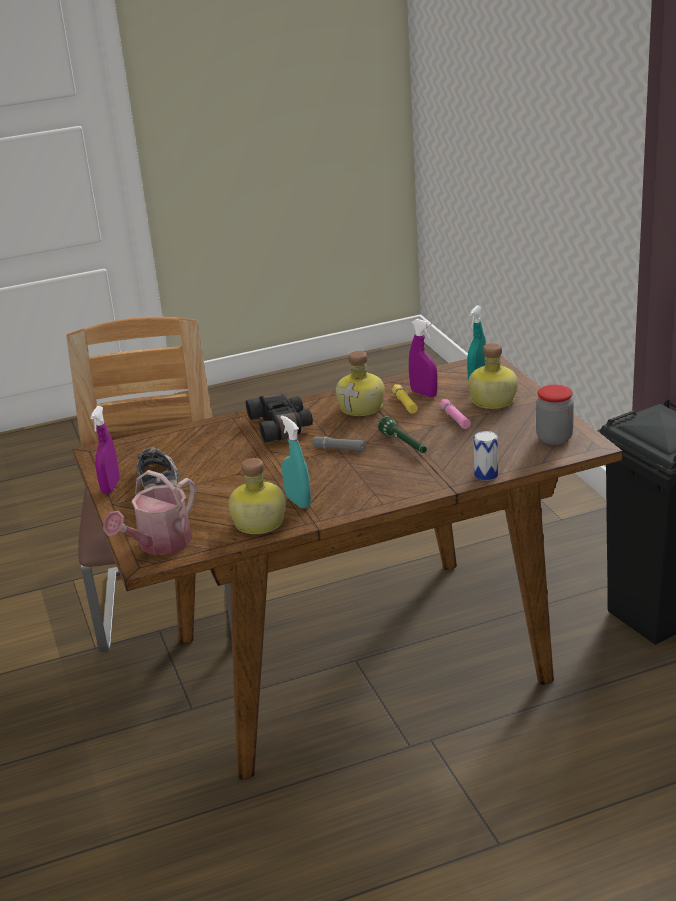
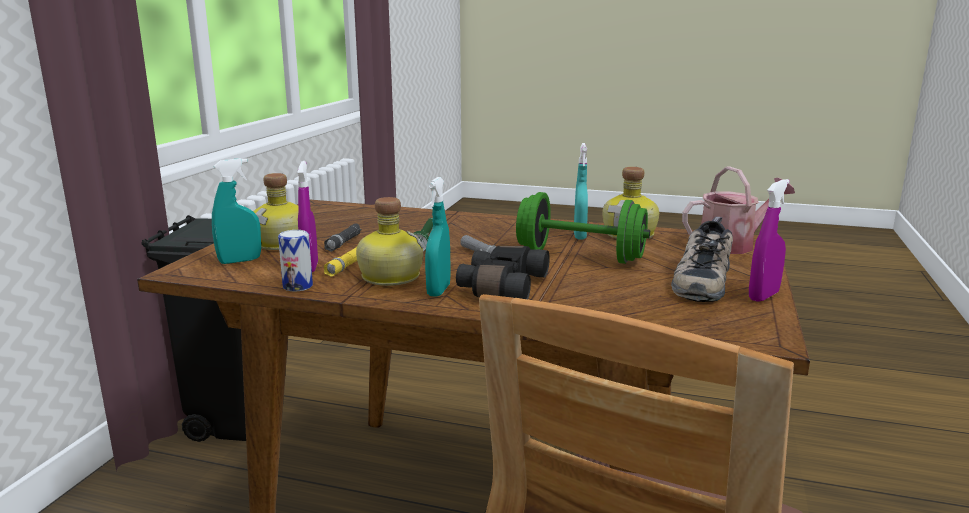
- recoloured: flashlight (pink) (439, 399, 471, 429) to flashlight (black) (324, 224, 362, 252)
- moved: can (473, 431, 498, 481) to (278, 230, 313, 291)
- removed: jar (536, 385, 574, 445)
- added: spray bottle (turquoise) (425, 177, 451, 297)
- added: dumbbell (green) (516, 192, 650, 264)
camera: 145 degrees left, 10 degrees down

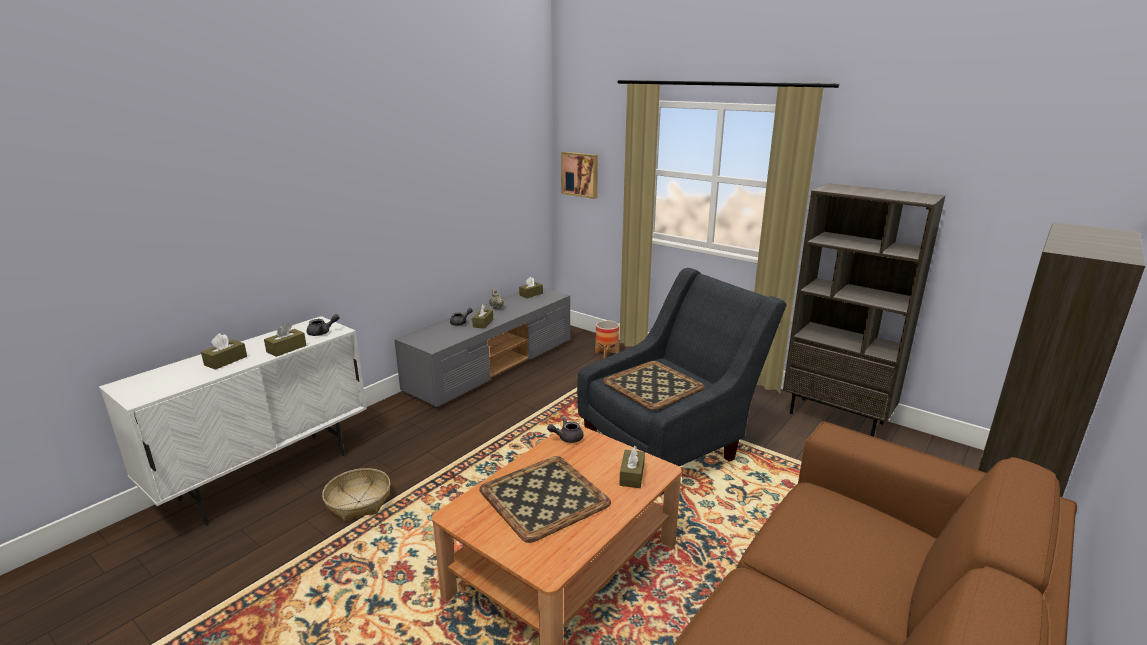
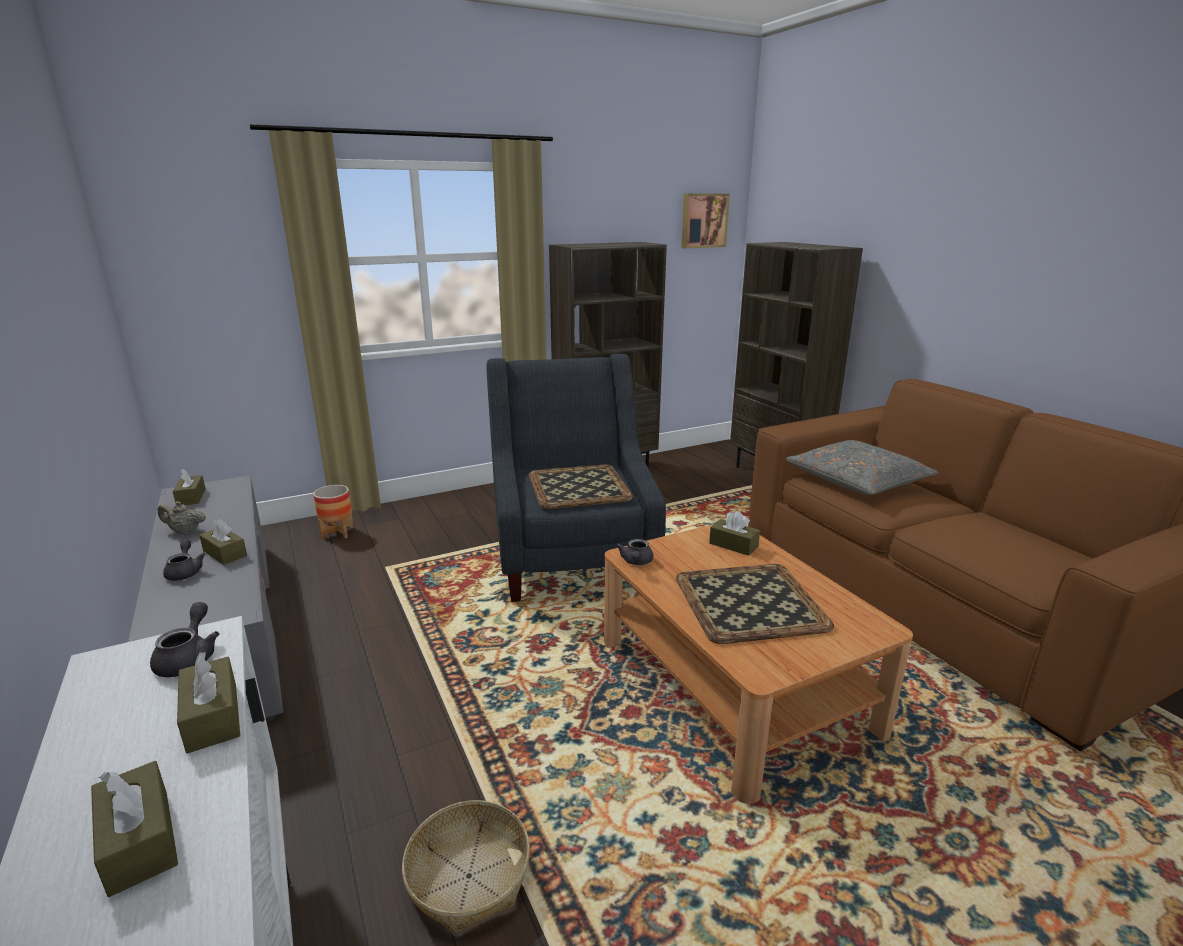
- moved: picture (561, 152, 598, 199) to (681, 194, 730, 248)
- added: pillow (grey) (785, 440, 939, 495)
camera: 65 degrees left, 0 degrees up

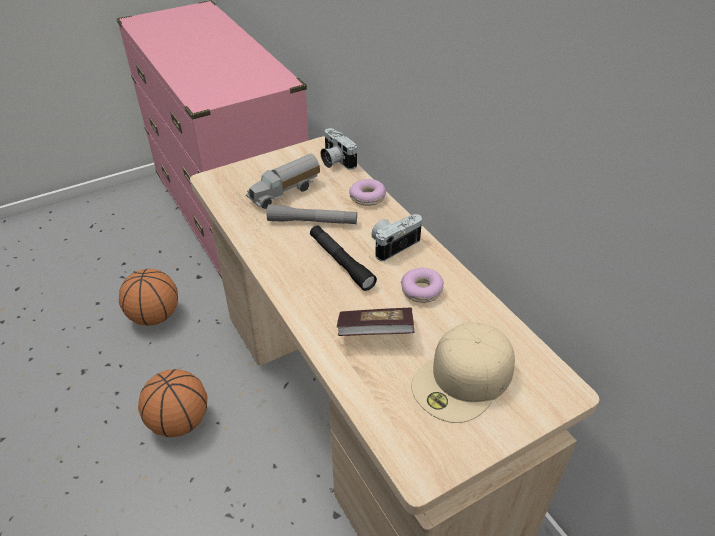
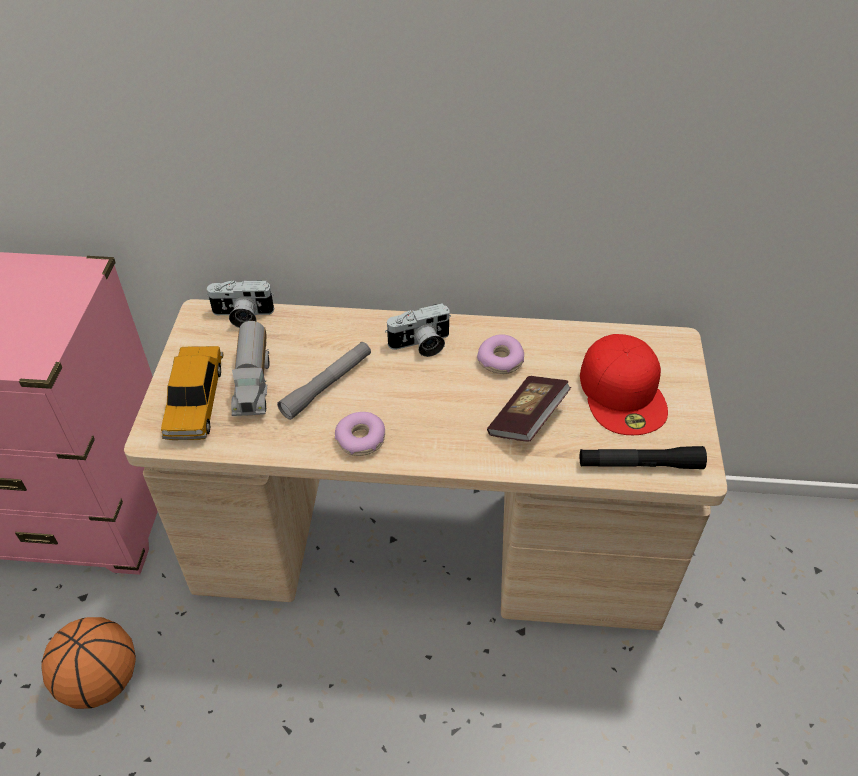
- removed: basketball (138, 369, 207, 437)
- moved: flashlight (black) (310, 226, 377, 291) to (580, 446, 707, 469)
- moved: donut (349, 179, 386, 206) to (335, 412, 385, 456)
- turned: photo camera (372, 214, 422, 261) = (385, 303, 451, 357) 105 degrees counterclockwise
- recoloured: cap (beige) (411, 322, 515, 423) to cap (red) (580, 334, 668, 435)
- added: toy car (161, 346, 224, 440)
camera: 55 degrees left, 5 degrees up

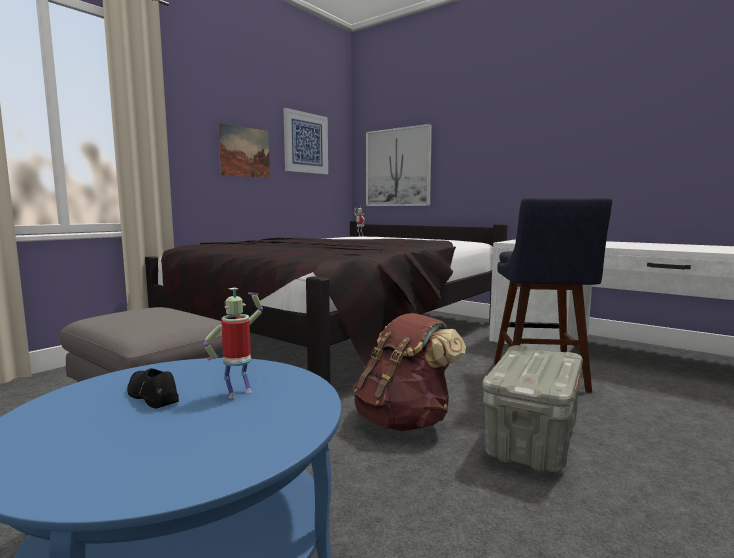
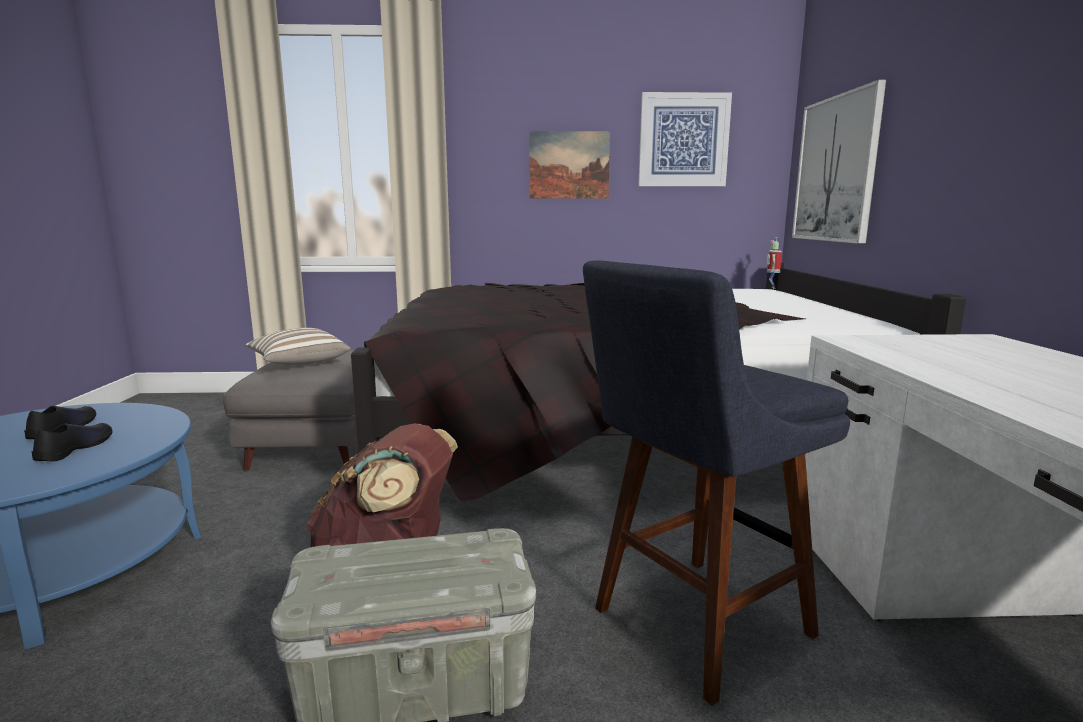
- replaced: toy robot (203, 288, 263, 398) to shoe (black) (32, 423, 112, 462)
- added: pillow (245, 328, 351, 365)
camera: 50 degrees right, 5 degrees up

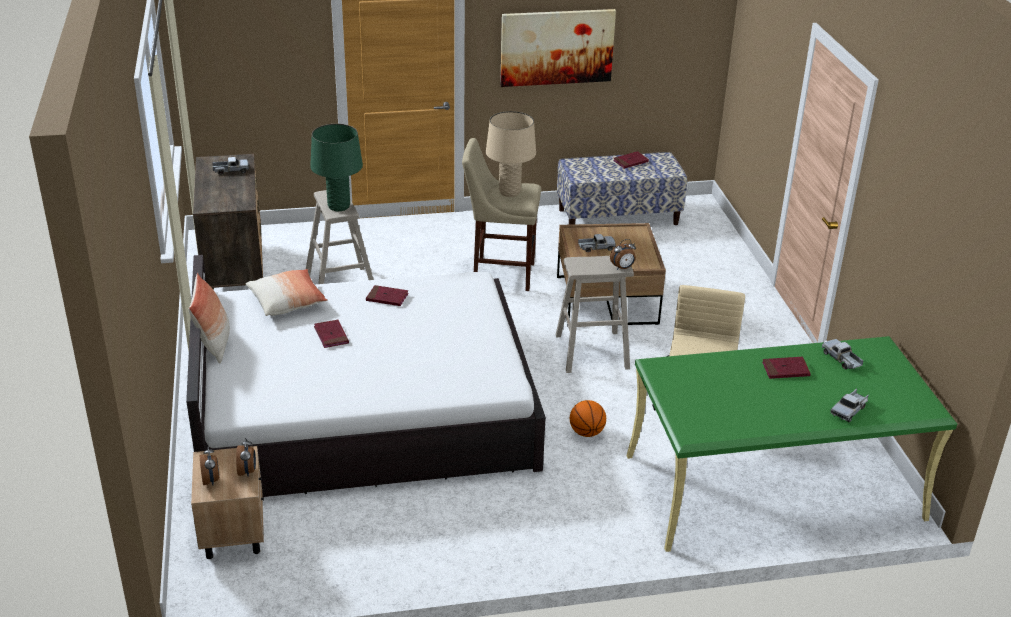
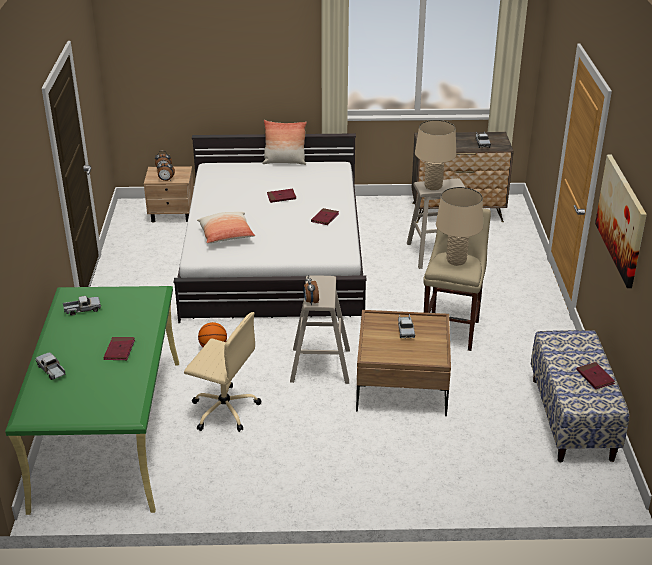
- moved: pillow (246, 269, 327, 316) to (197, 212, 255, 243)
- recoloured: table lamp (green) (310, 124, 363, 211) to table lamp (beige) (415, 120, 456, 190)
- moved: toy truck (822, 339, 863, 370) to (63, 296, 101, 316)
camera: 100 degrees right, 0 degrees up

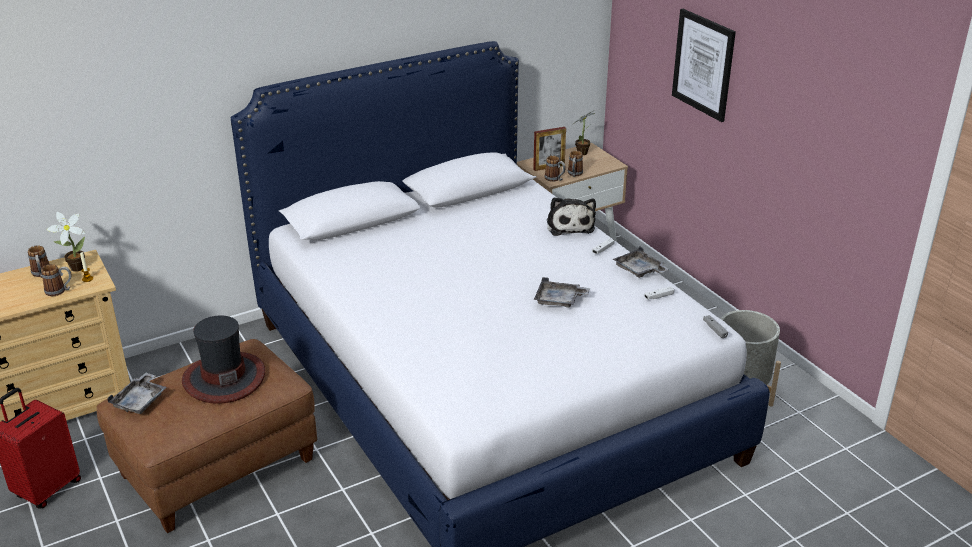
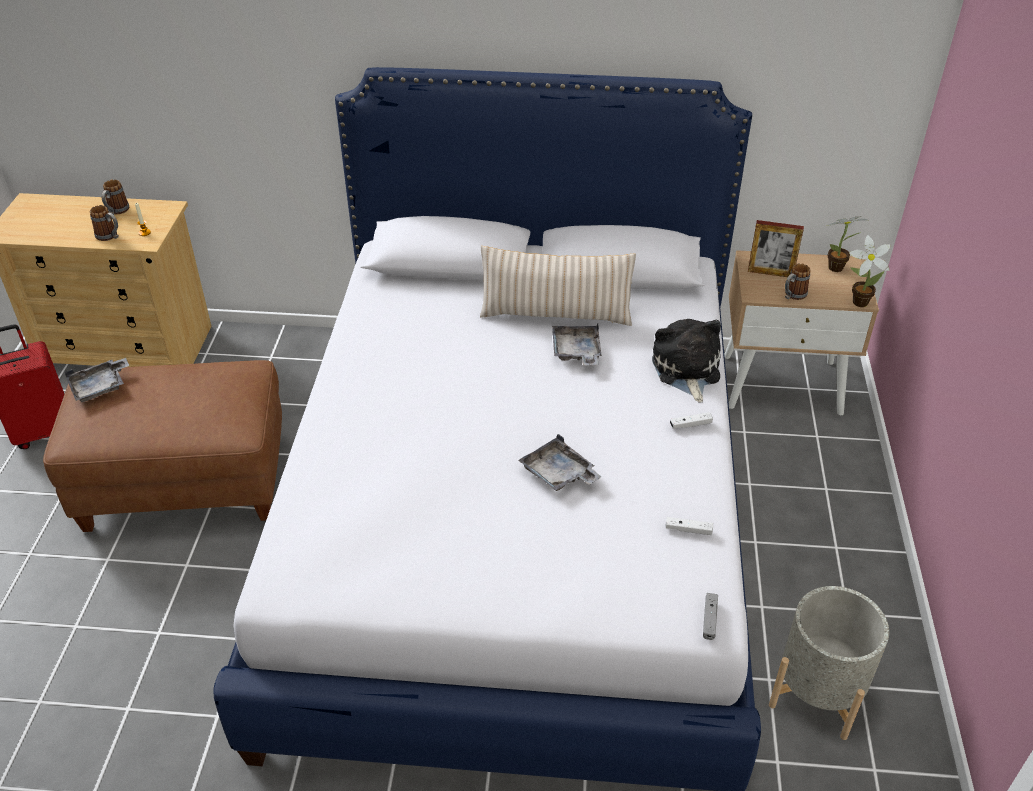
- moved: potted plant (47, 212, 85, 272) to (849, 235, 891, 307)
- removed: hat (182, 315, 265, 404)
- removed: mug (544, 156, 566, 182)
- turned: plush toy (547, 197, 596, 236) = (652, 319, 721, 402) 150 degrees clockwise
- moved: tray (grey) (613, 246, 669, 278) to (552, 323, 602, 365)
- removed: picture (672, 9, 736, 122)
- added: pillow (beige) (480, 246, 636, 326)
camera: 35 degrees right, 10 degrees up

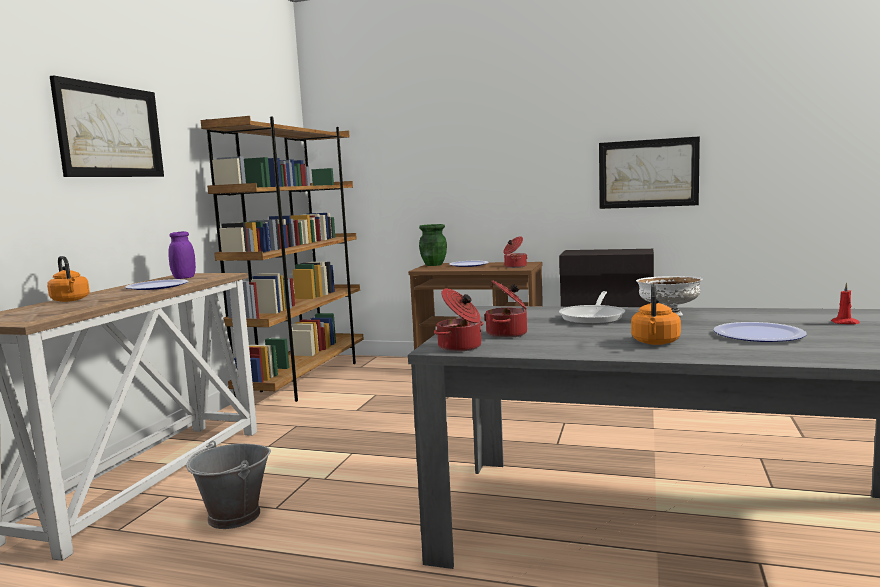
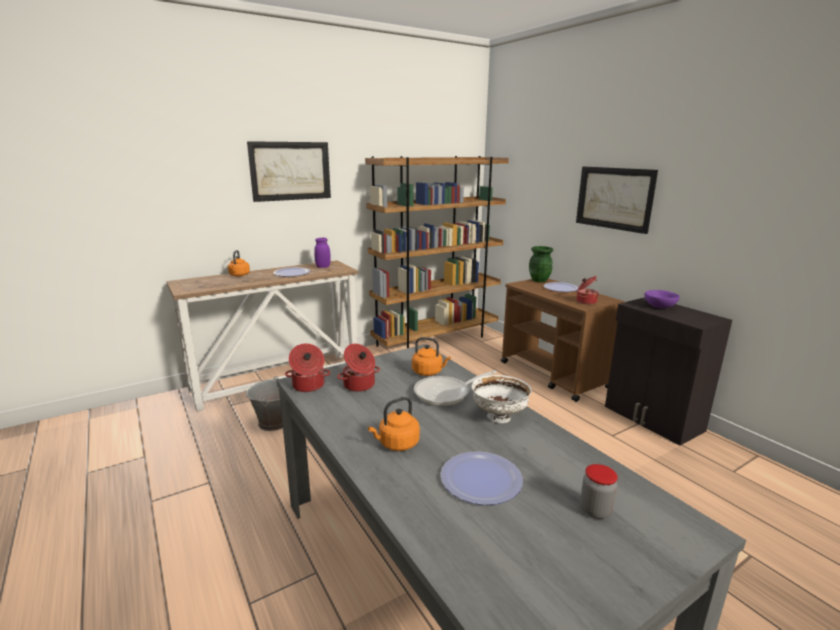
- moved: picture (599, 136, 700, 209) to (576, 167, 658, 234)
- replaced: candle (red) (831, 283, 860, 324) to jar (580, 464, 618, 519)
- added: kettle (orange) (412, 337, 450, 376)
- added: bowl (purple) (644, 290, 680, 308)
camera: 40 degrees right, 10 degrees up

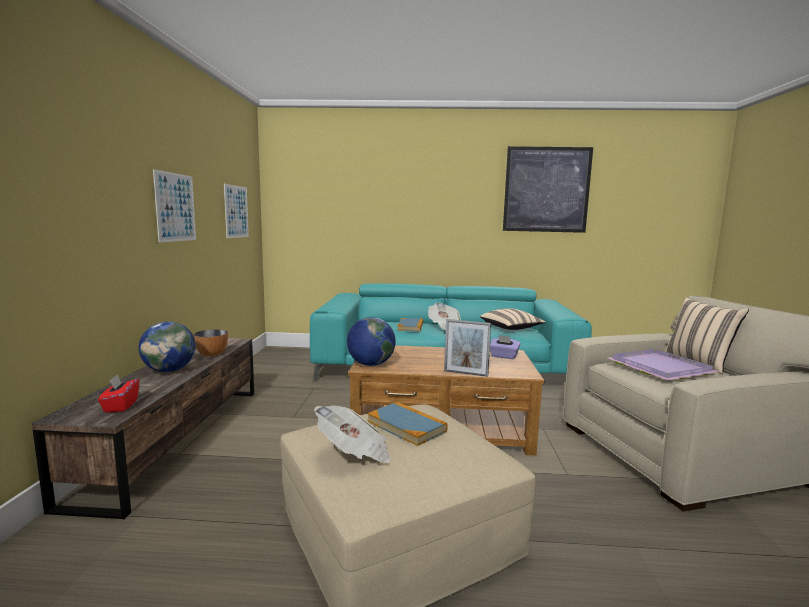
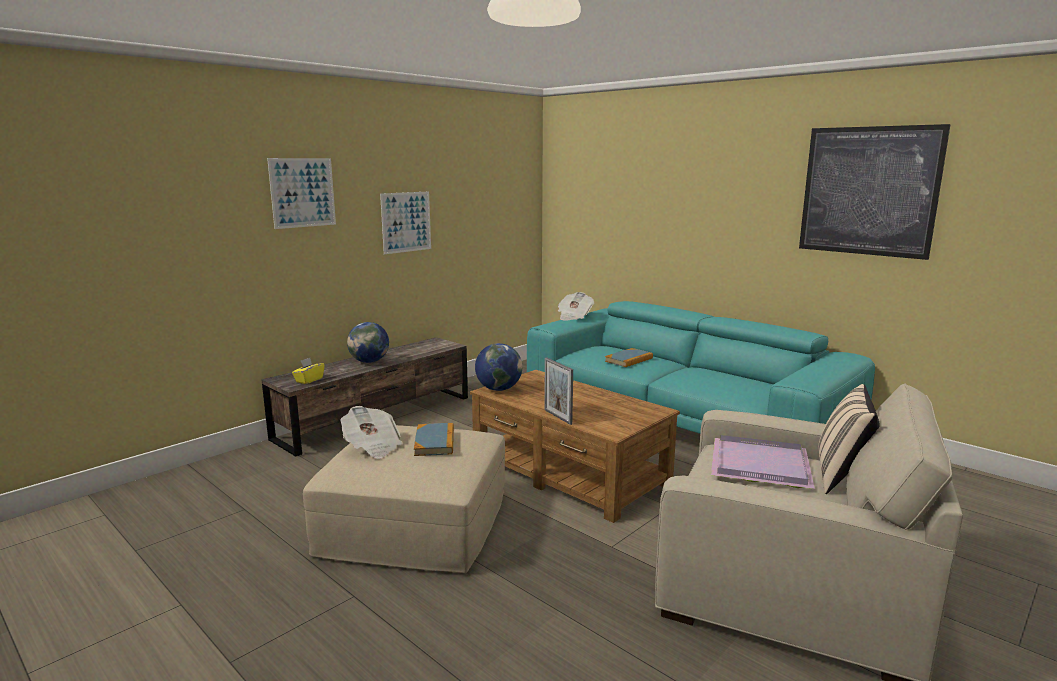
- recoloured: tissue box (red) (98, 374, 139, 413) to tissue box (yellow) (292, 358, 324, 384)
- removed: bowl (193, 329, 228, 357)
- moved: picture (224, 184, 249, 238) to (267, 158, 336, 229)
- moved: newspaper (428, 303, 461, 330) to (558, 292, 594, 321)
- removed: pillow (beige) (480, 308, 546, 330)
- removed: tissue box (purple) (490, 335, 521, 359)
camera: 40 degrees right, 5 degrees up

